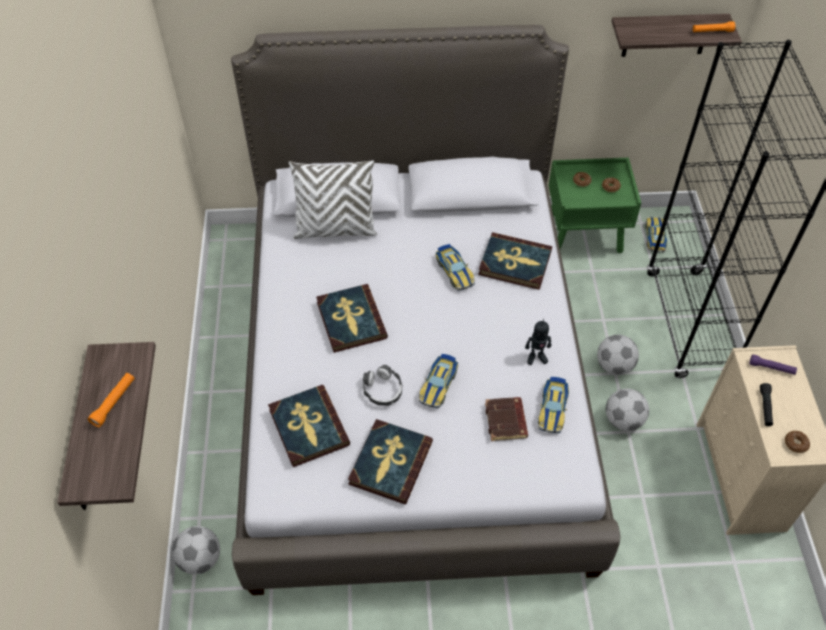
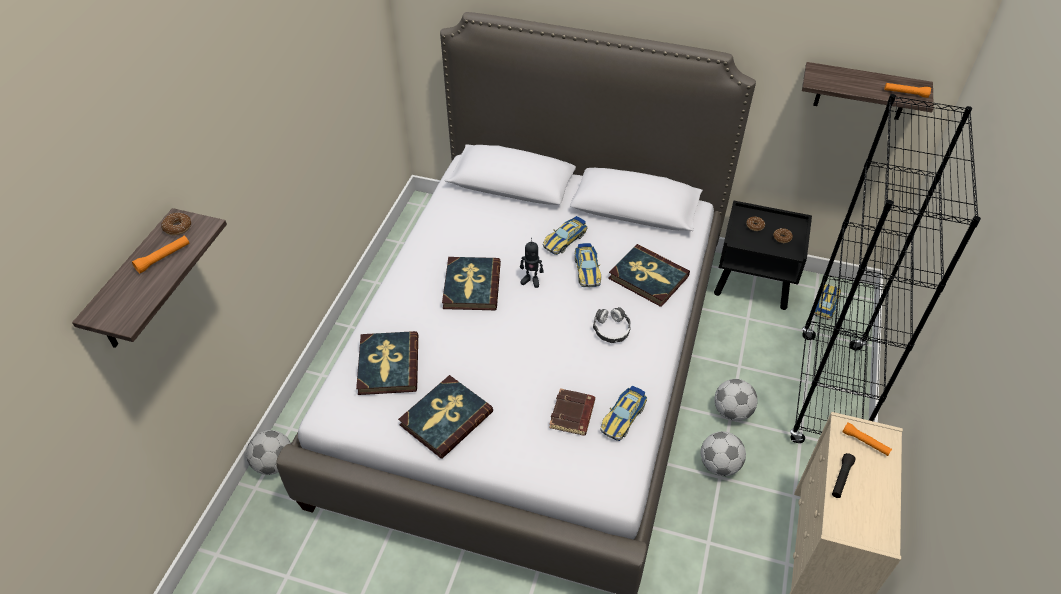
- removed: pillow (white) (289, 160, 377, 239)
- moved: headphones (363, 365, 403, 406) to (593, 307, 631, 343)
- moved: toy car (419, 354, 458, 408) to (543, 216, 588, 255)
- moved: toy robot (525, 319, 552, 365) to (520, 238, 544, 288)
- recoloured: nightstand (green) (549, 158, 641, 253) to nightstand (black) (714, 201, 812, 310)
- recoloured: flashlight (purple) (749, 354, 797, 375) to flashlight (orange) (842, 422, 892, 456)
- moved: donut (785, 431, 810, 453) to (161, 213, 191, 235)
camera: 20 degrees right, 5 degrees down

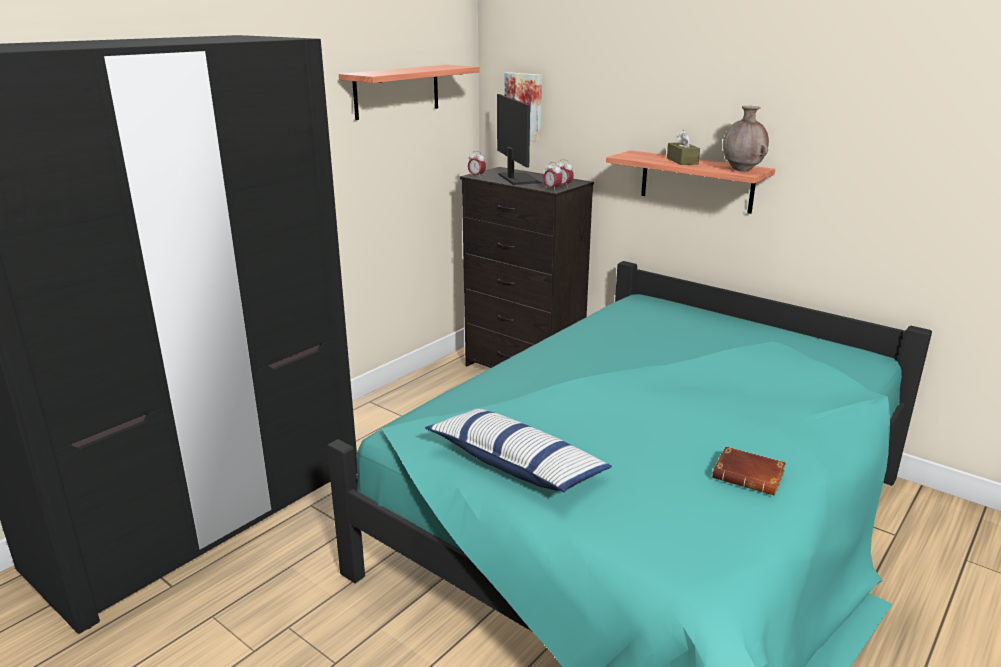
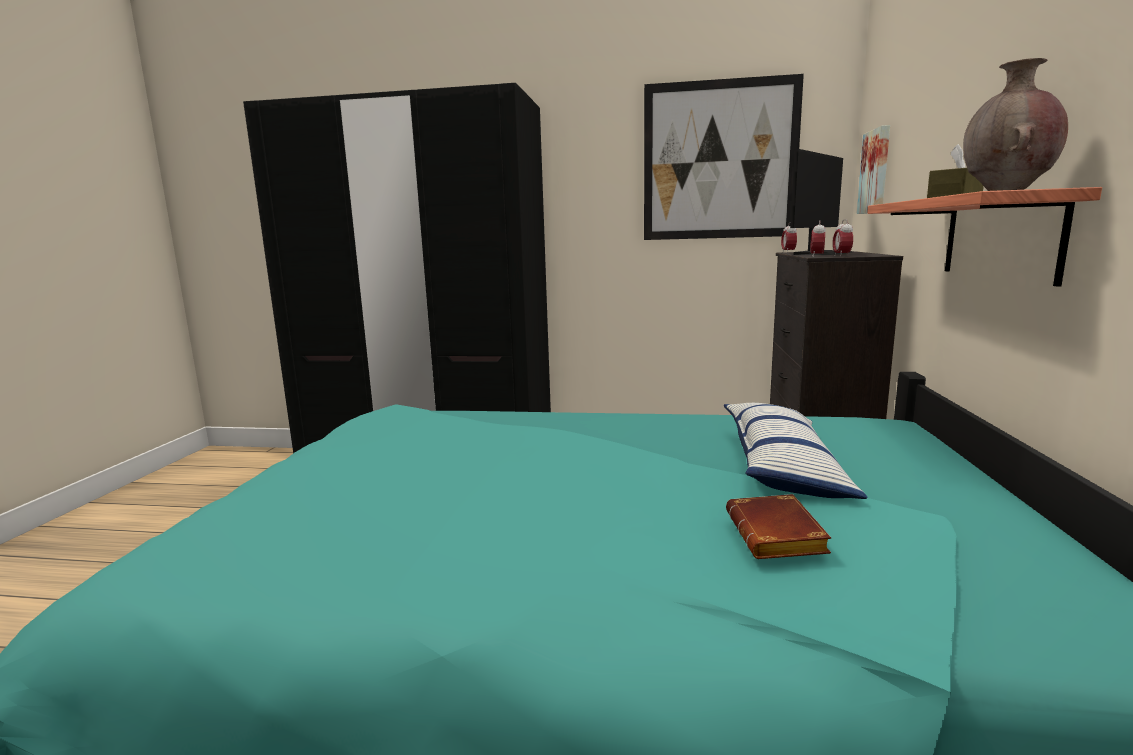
- replaced: shelf (339, 65, 480, 120) to picture (644, 74, 804, 240)
- moved: pillow (425, 409, 612, 492) to (724, 403, 868, 499)
- moved: book (brown) (712, 446, 786, 495) to (726, 494, 831, 559)
camera: 60 degrees right, 10 degrees down

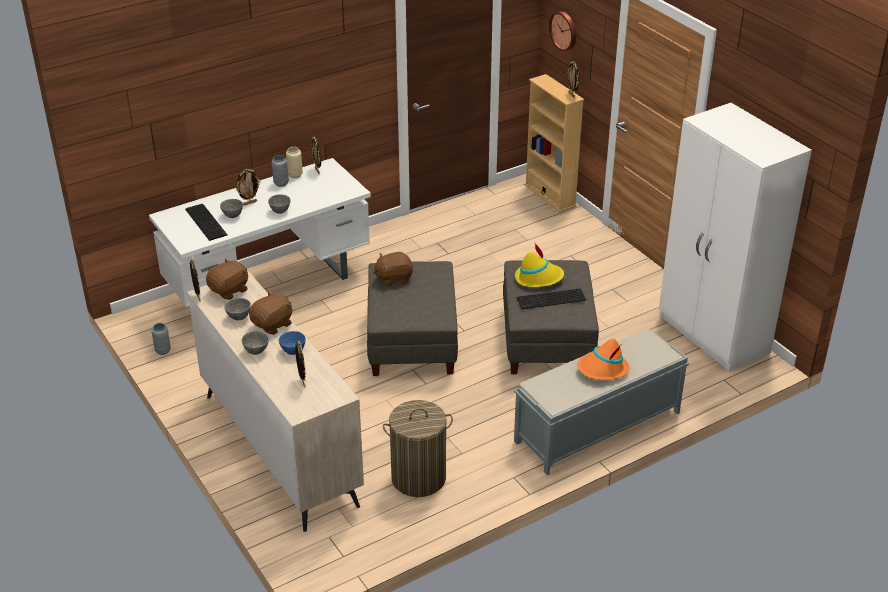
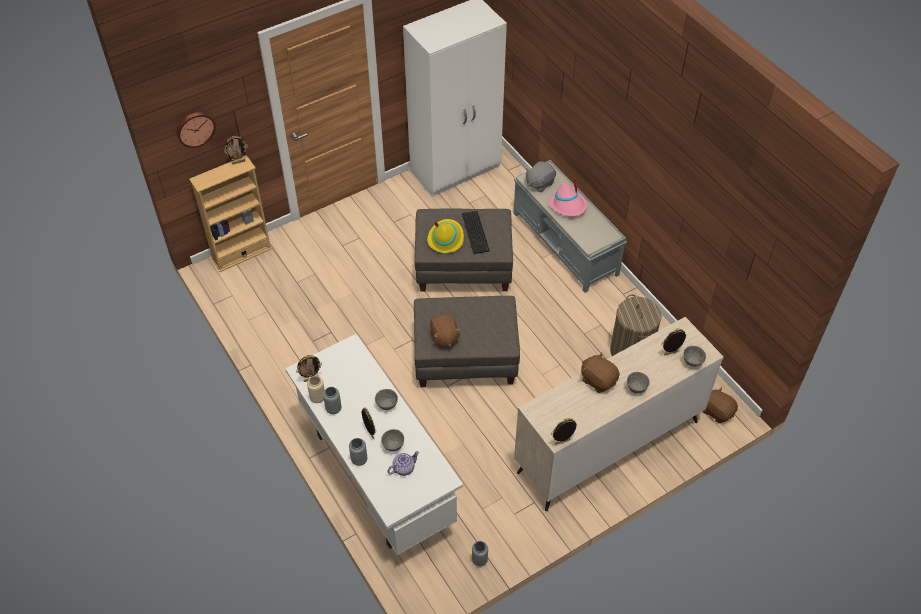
- replaced: keyboard (185, 204, 227, 241) to teapot (387, 451, 419, 476)
- moved: plush toy (brown) (206, 258, 248, 300) to (703, 387, 738, 423)
- moved: bowl (grey) (224, 298, 251, 320) to (684, 346, 706, 367)
- removed: bowl (blue) (279, 331, 306, 355)
- recoloured: hat (orange) (577, 339, 629, 380) to hat (pink) (549, 181, 587, 216)
- added: vase (grey) (349, 438, 368, 466)
- added: plush toy (grey) (526, 161, 556, 192)
camera: 90 degrees left, 15 degrees up

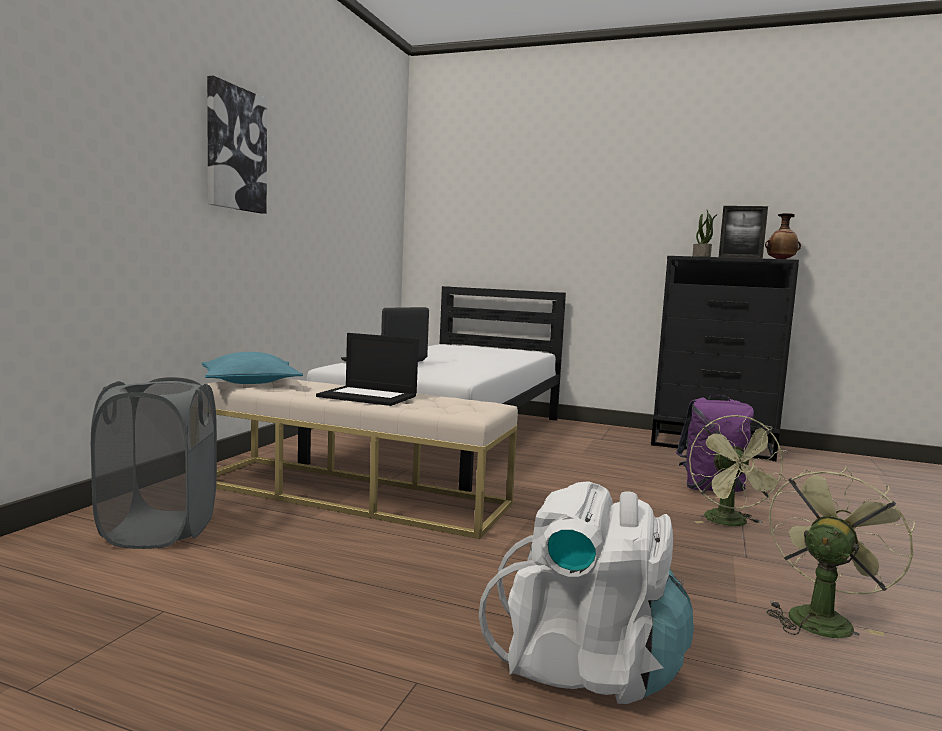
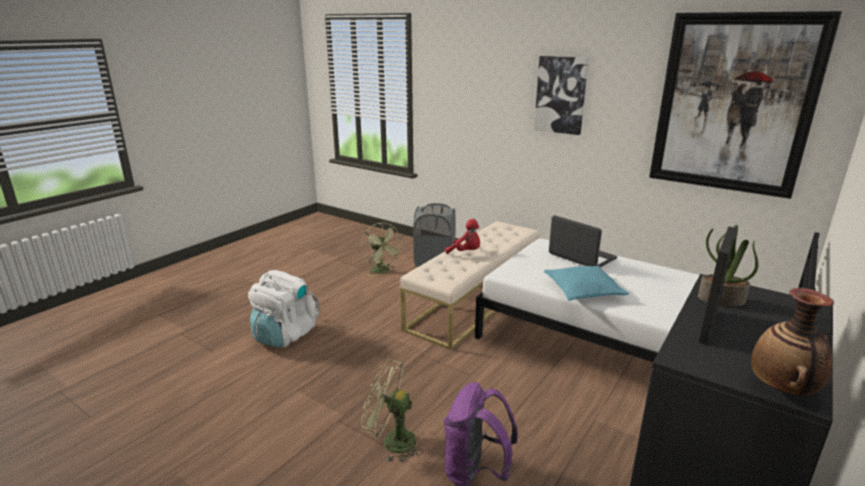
- moved: pillow (turquoise) (202, 352, 303, 384) to (544, 266, 629, 301)
- replaced: laptop (316, 333, 419, 406) to plush toy (red) (445, 219, 480, 254)
- moved: fan (green) (766, 466, 915, 638) to (361, 223, 403, 276)
- added: picture (649, 11, 842, 199)
camera: 105 degrees right, 15 degrees up

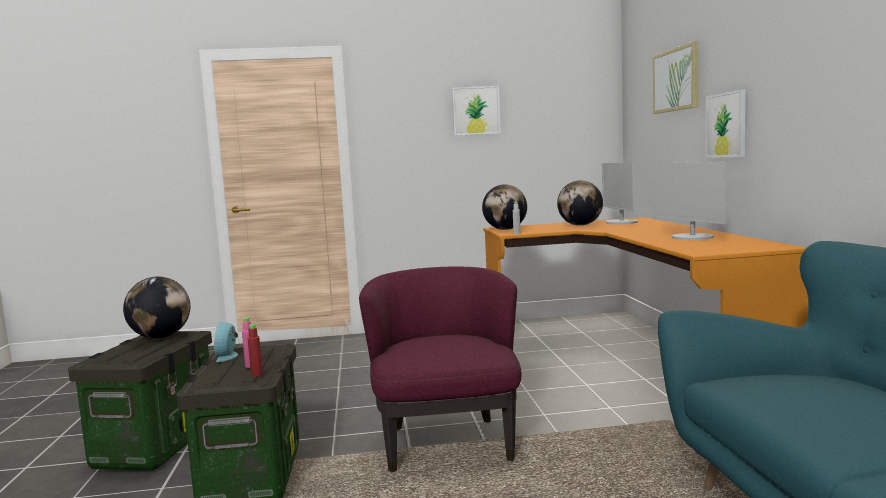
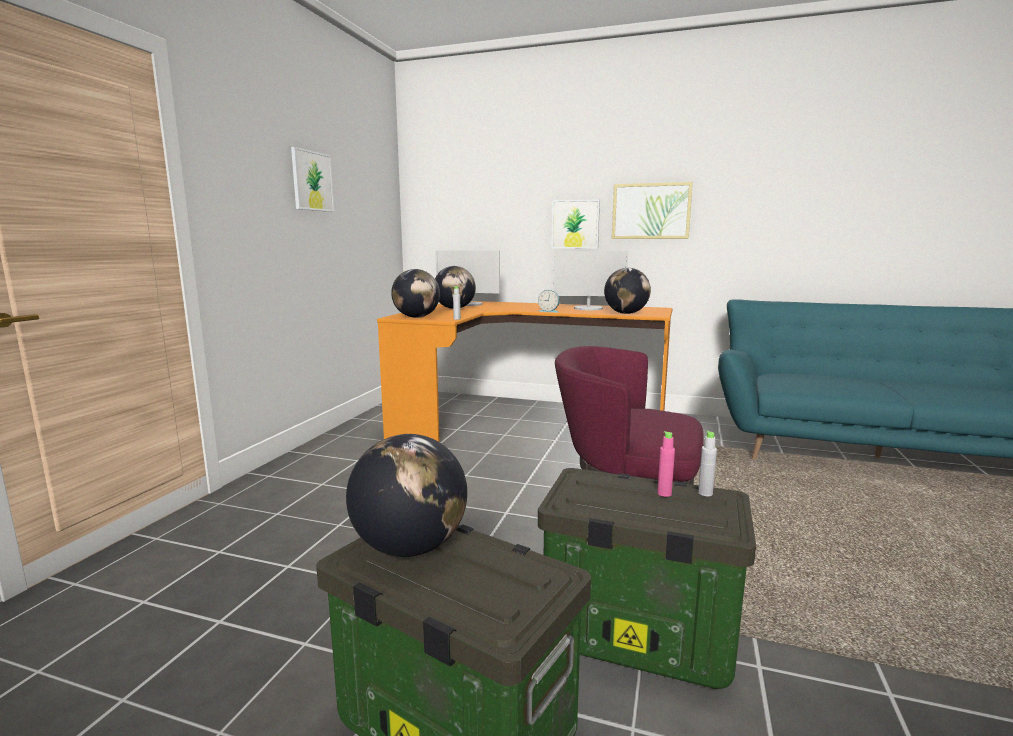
- moved: alarm clock (214, 322, 238, 362) to (538, 290, 560, 313)
- recoloured: bottle (red) (248, 324, 263, 377) to bottle (grey) (698, 431, 717, 496)
- moved: picture (653, 41, 698, 114) to (612, 182, 693, 239)
- added: globe (604, 268, 651, 314)
camera: 65 degrees left, 5 degrees up

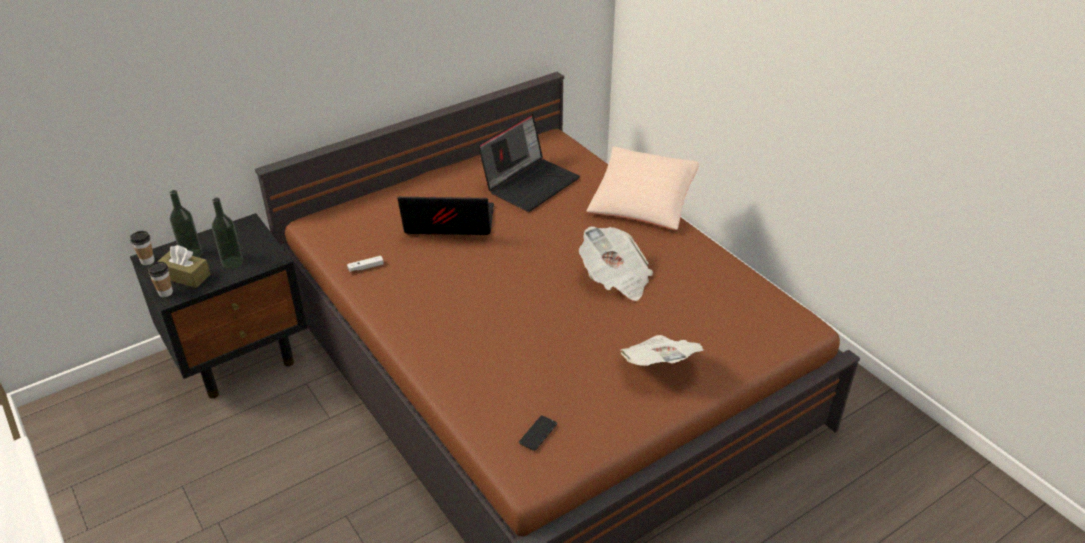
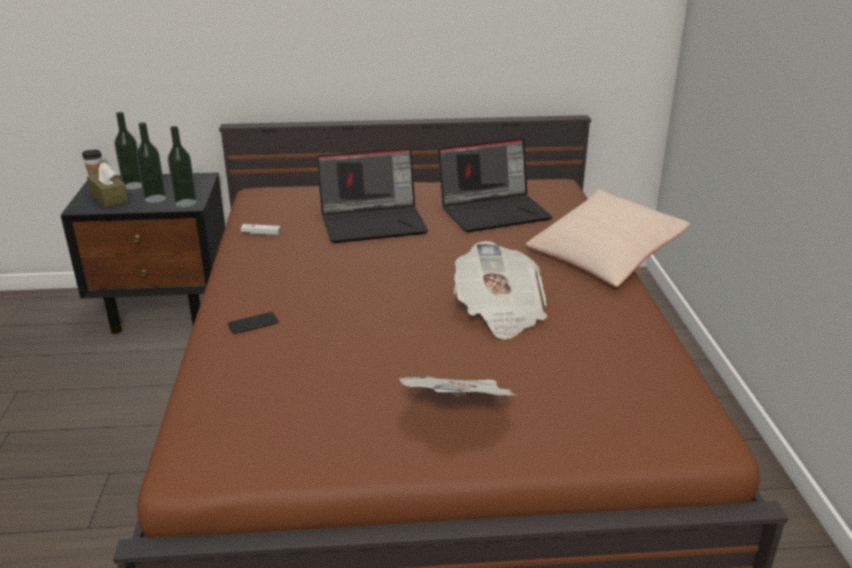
- removed: cup (148, 262, 173, 297)
- turned: laptop (397, 197, 494, 235) = (316, 148, 428, 243) 135 degrees clockwise
- moved: phone (519, 415, 557, 451) to (228, 312, 279, 334)
- added: bottle (168, 126, 197, 208)
camera: 30 degrees right, 10 degrees down

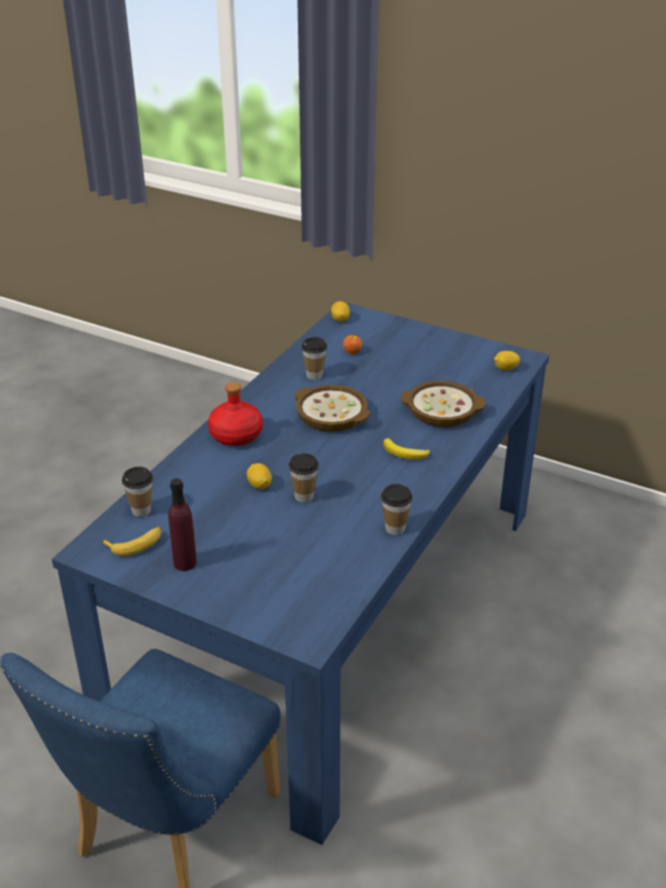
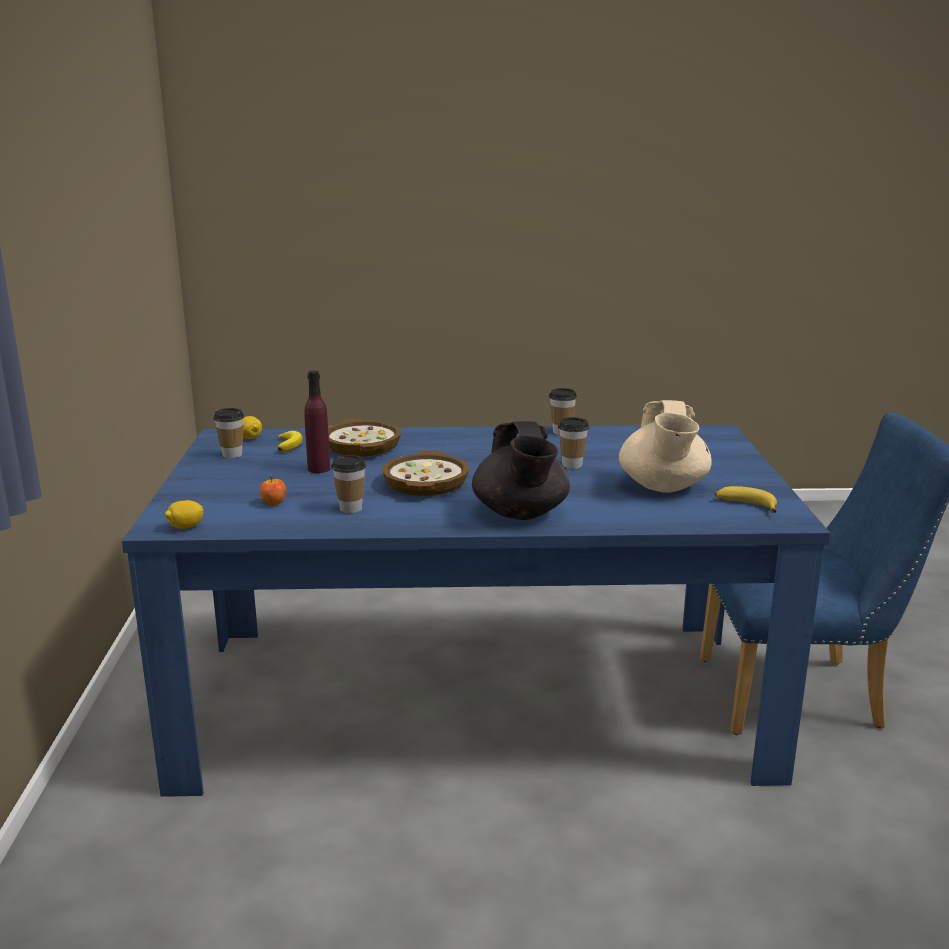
- moved: cup (122, 467, 153, 517) to (213, 408, 244, 458)
- moved: bottle (purple) (168, 478, 197, 571) to (304, 370, 330, 473)
- replaced: bottle (red) (208, 382, 263, 446) to teapot (black) (472, 421, 570, 520)
- removed: lemon (247, 463, 272, 489)
- moved: banana (383, 438, 430, 460) to (277, 431, 303, 452)
- added: teapot (beige) (619, 400, 712, 493)
camera: 120 degrees left, 15 degrees down

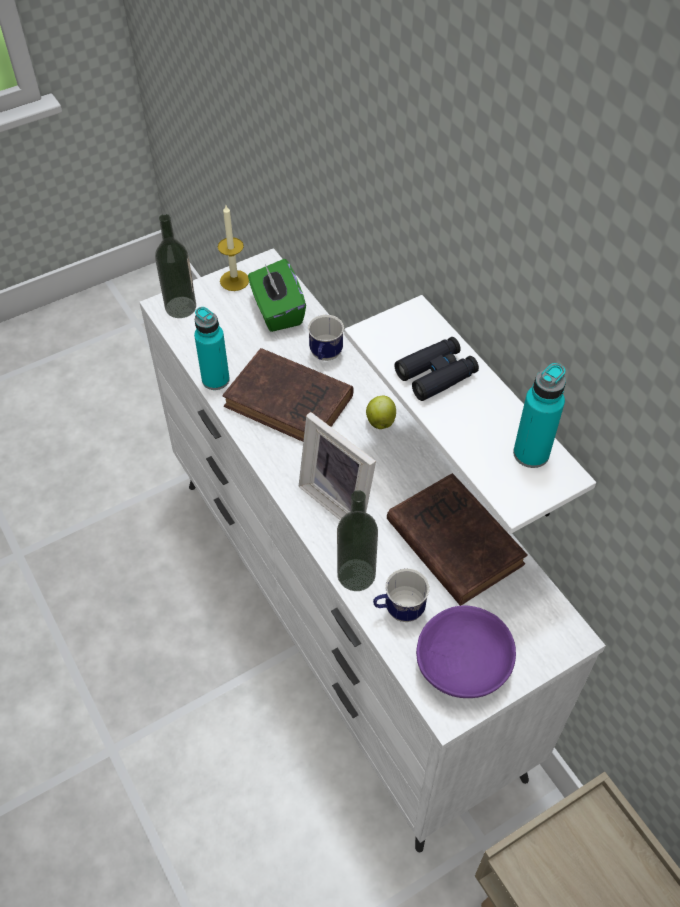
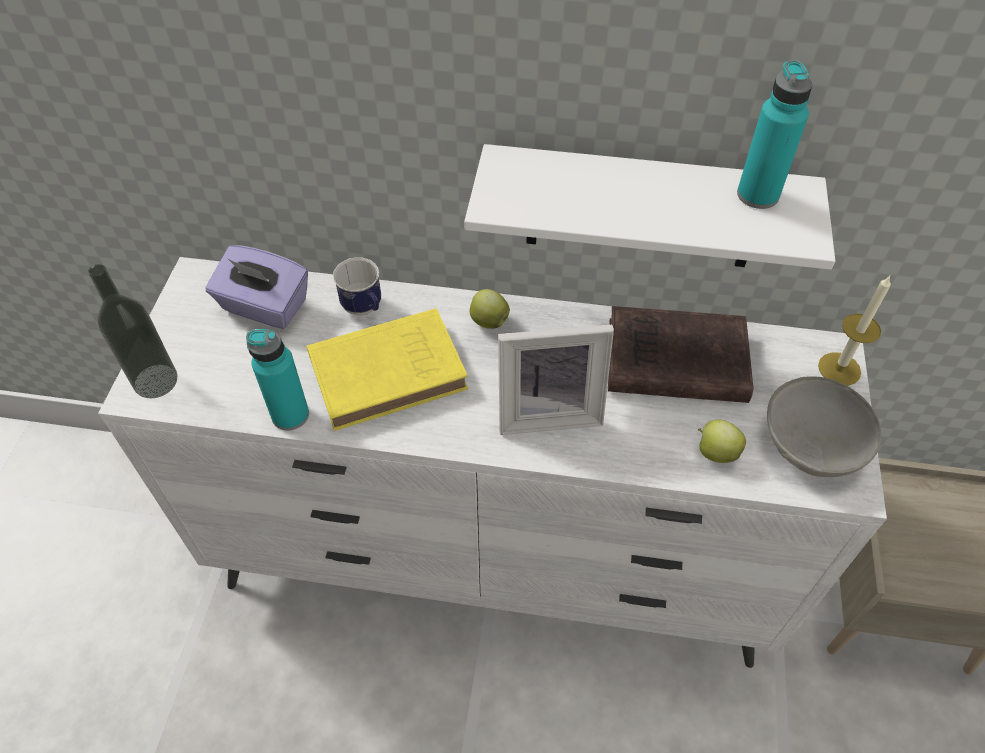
- moved: candle (218, 205, 249, 291) to (818, 276, 891, 386)
- recoloured: book (brown) (223, 348, 353, 442) to book (yellow) (307, 308, 468, 431)
- recoloured: tissue box (green) (248, 259, 306, 332) to tissue box (purple) (205, 246, 308, 329)
- removed: bottle (337, 490, 378, 591)
- replaced: mug (373, 568, 430, 622) to apple (698, 419, 746, 463)
- removed: binoculars (black) (394, 337, 479, 401)
- recoloured: bowl (purple) (416, 606, 516, 698) to bowl (grey) (767, 376, 882, 477)
camera: 50 degrees left, 0 degrees up

